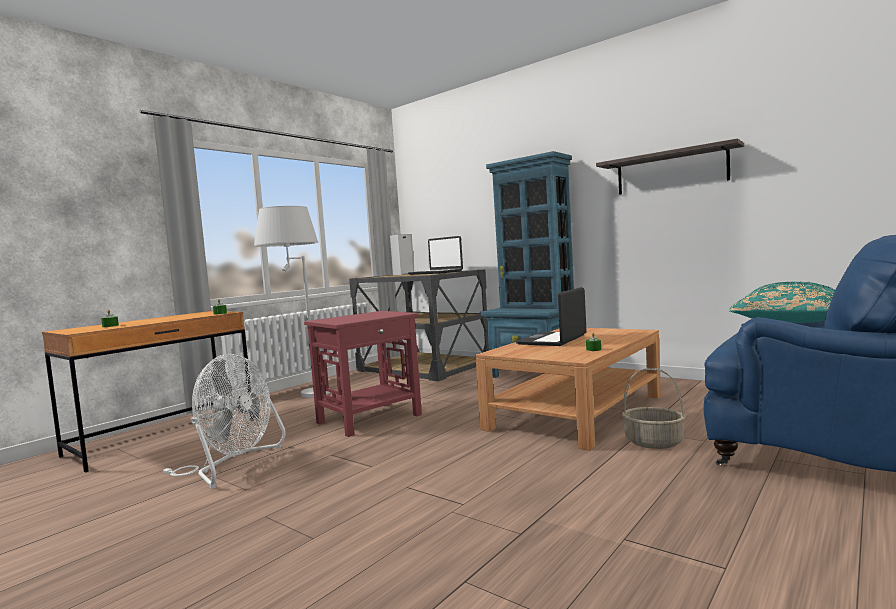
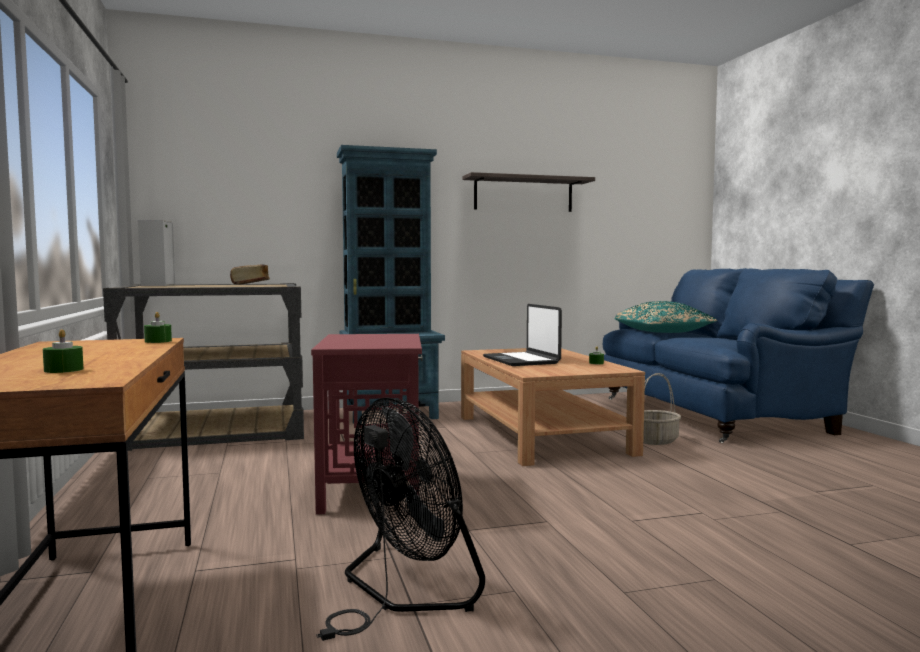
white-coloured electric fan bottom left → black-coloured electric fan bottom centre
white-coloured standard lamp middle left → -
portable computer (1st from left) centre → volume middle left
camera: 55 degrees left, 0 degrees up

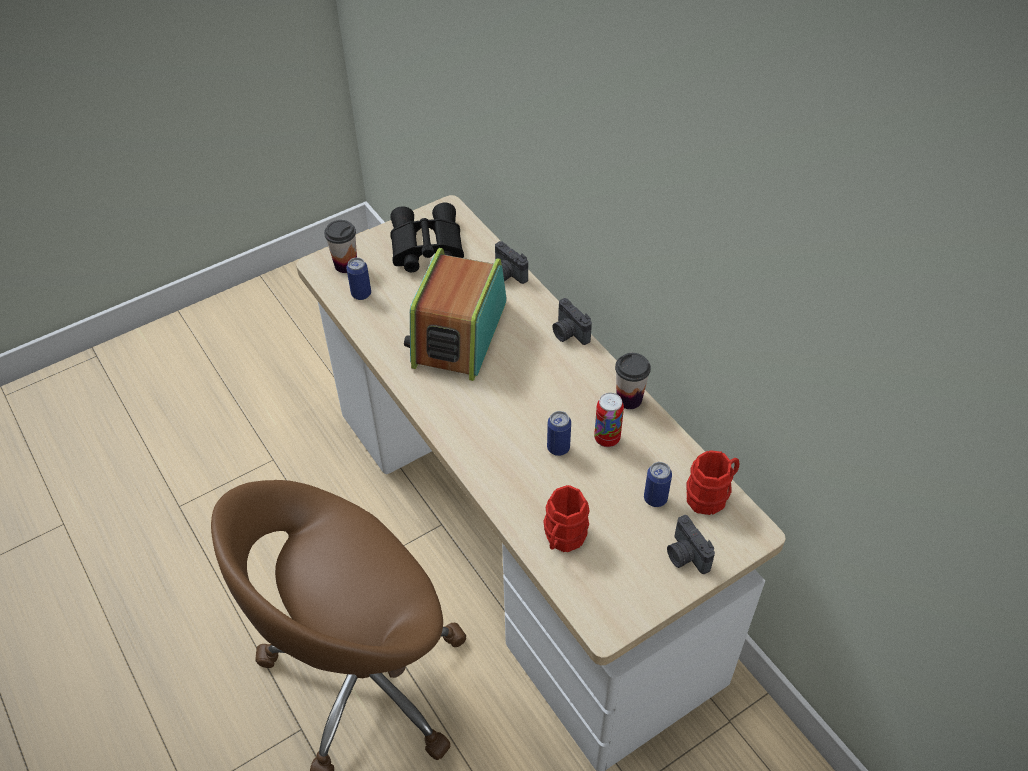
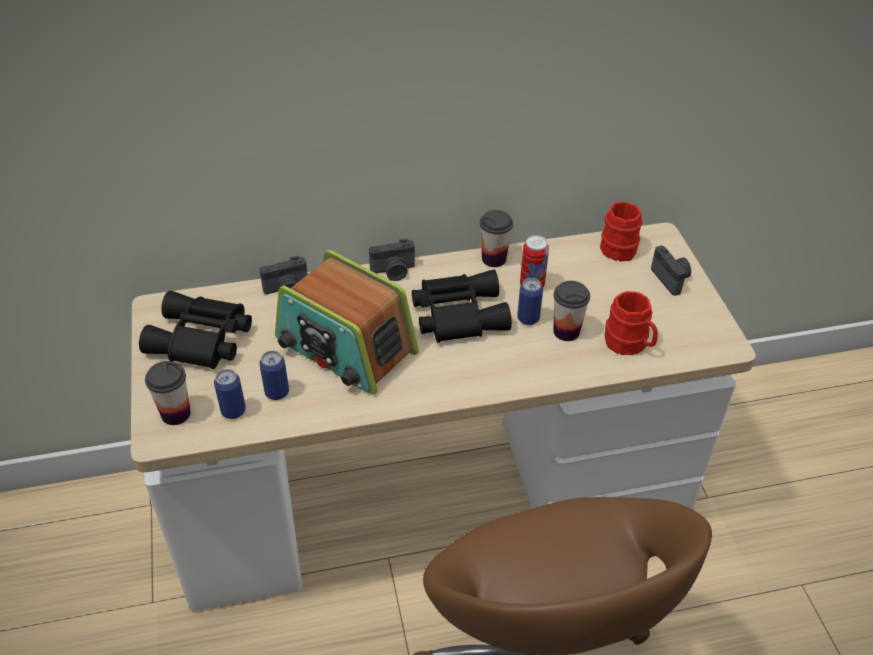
sealed can (4th from left in the first image) centre → sealed can (2nd from left) middle left, moved
still camera (3rd from left) bottom right → still camera (3rd from left) middle right, 105 degrees counterclockwise
- → black-coloured field glasses (2nd from left) centre
- → cup (3rd from left) centre
camera: 70 degrees left, 5 degrees down

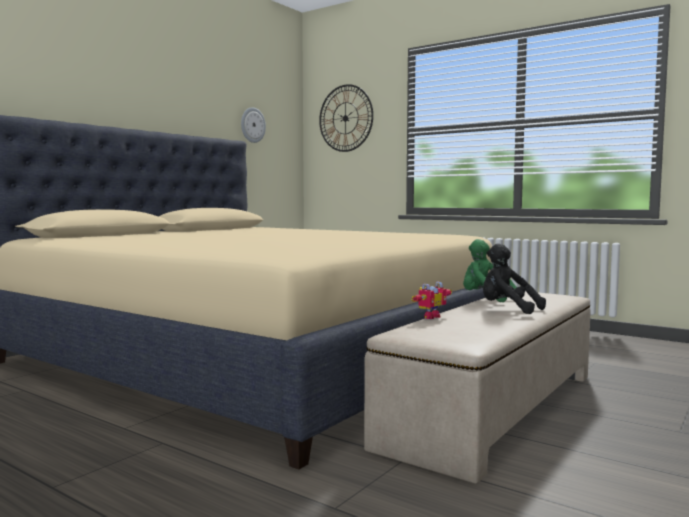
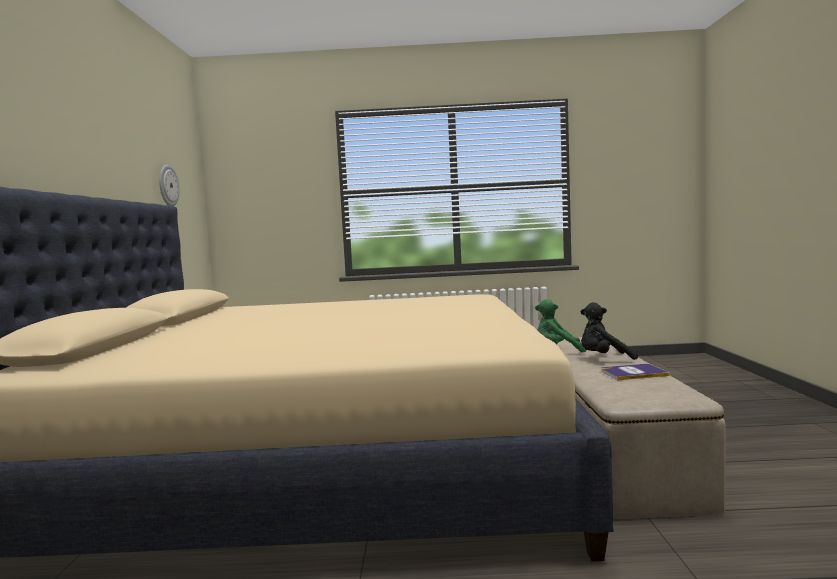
clock on the wall (2nd from left) top centre → -
model robot centre → -
- → volume middle right
camera: 35 degrees left, 0 degrees up

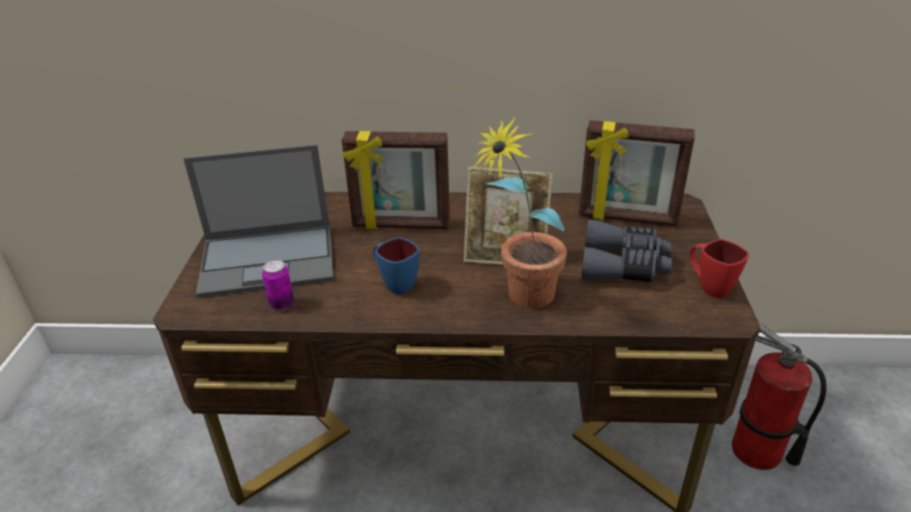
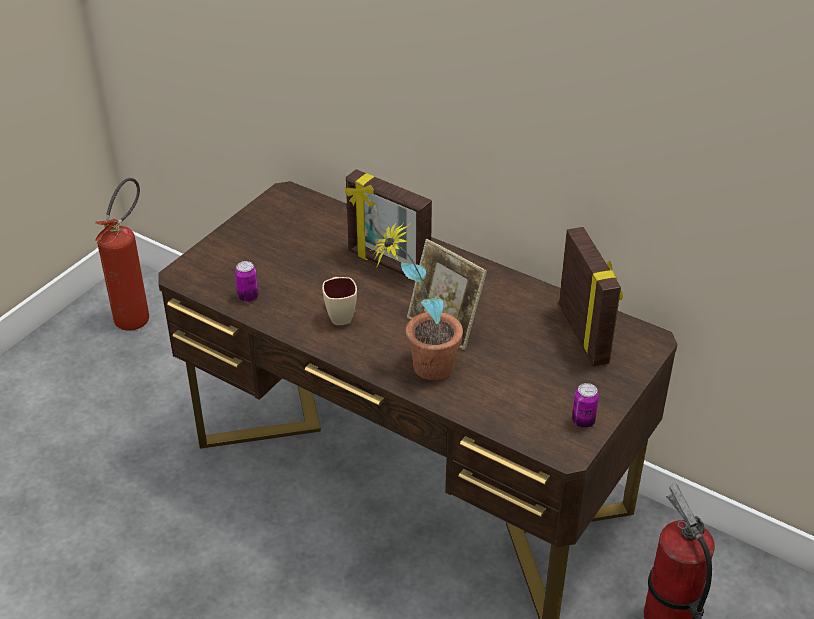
portable computer middle left → -
bluish coffee mug centre → beige-coloured coffee mug centre
picture frame (3rd from left) middle right, 150 degrees counterclockwise
grey field glasses middle right → -
red coffee mug middle right → sealed can (2nd from left) middle right
- → extinguisher (1st from left) middle left
camera: 30 degrees right, 5 degrees up

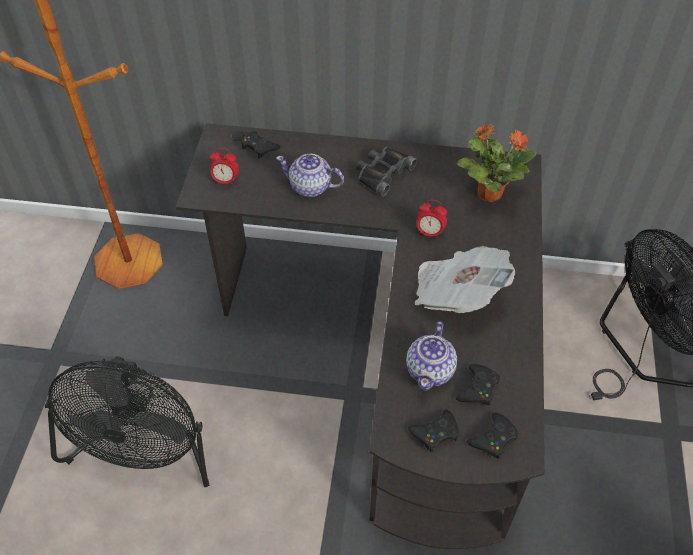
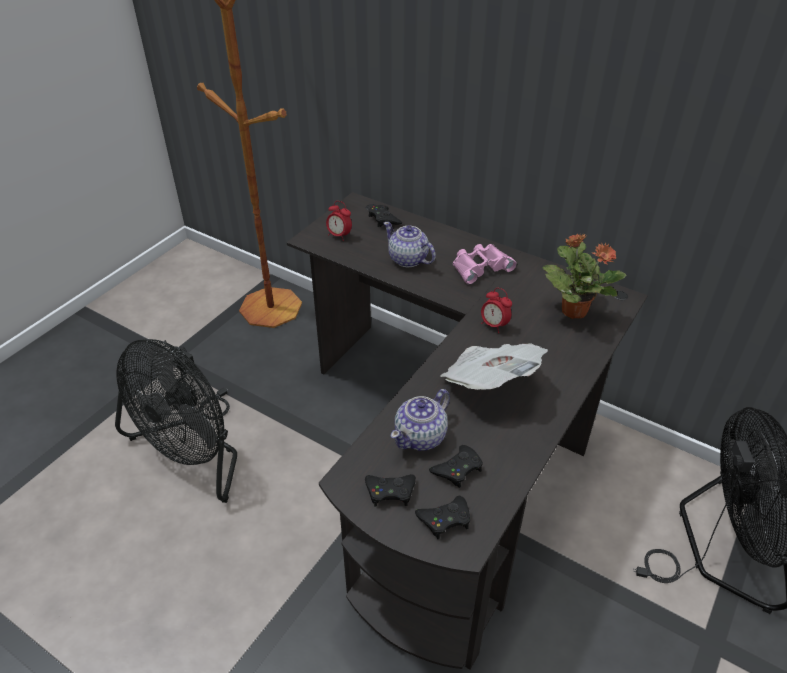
black-coloured field glasses top centre → pink field glasses centre
camera: 25 degrees right, 10 degrees down

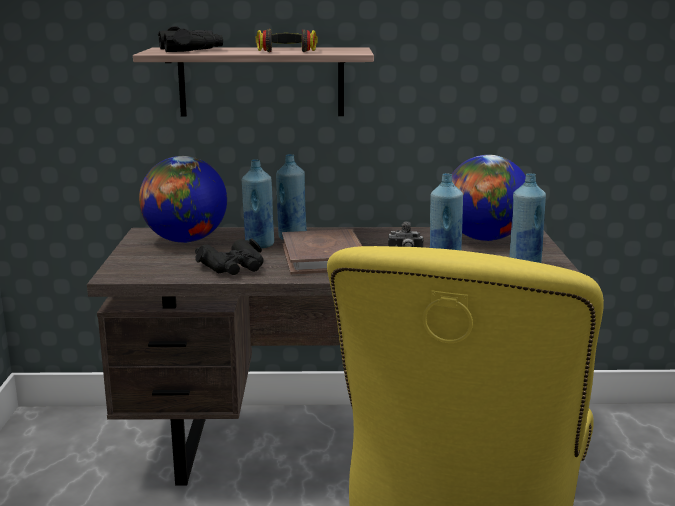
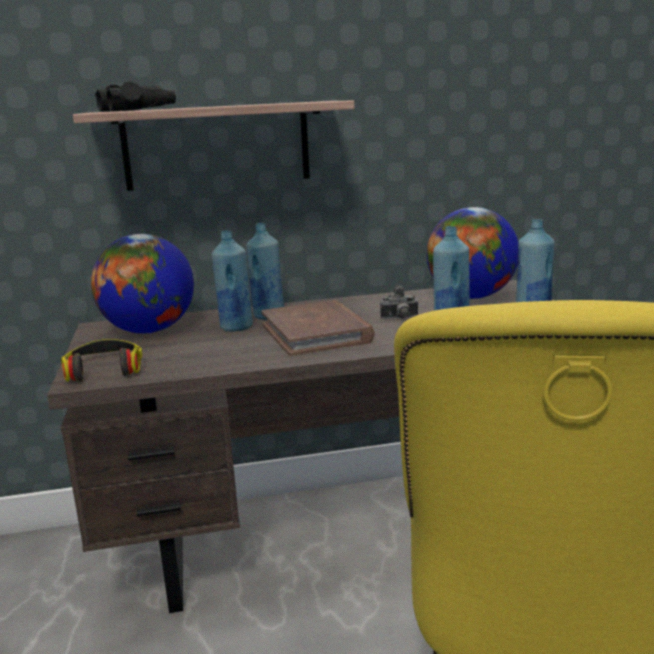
black-coloured field glasses (2nd from left) centre → -
headset top centre → headset middle left, moved
camera: 10 degrees left, 0 degrees up

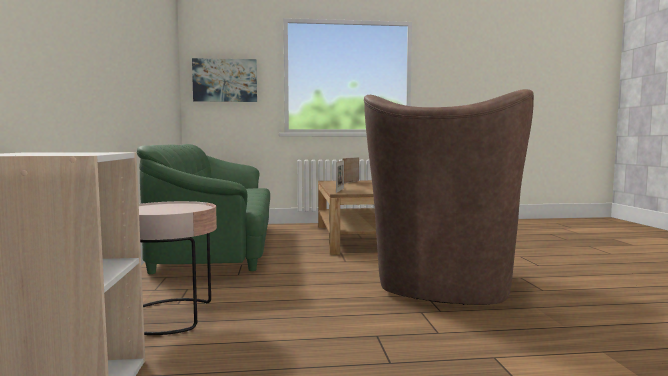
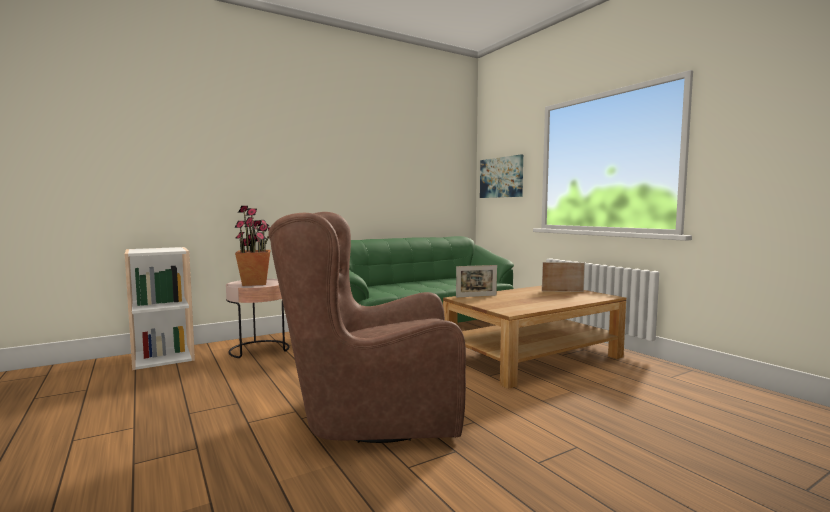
- → houseplant middle left
camera: 65 degrees right, 0 degrees up

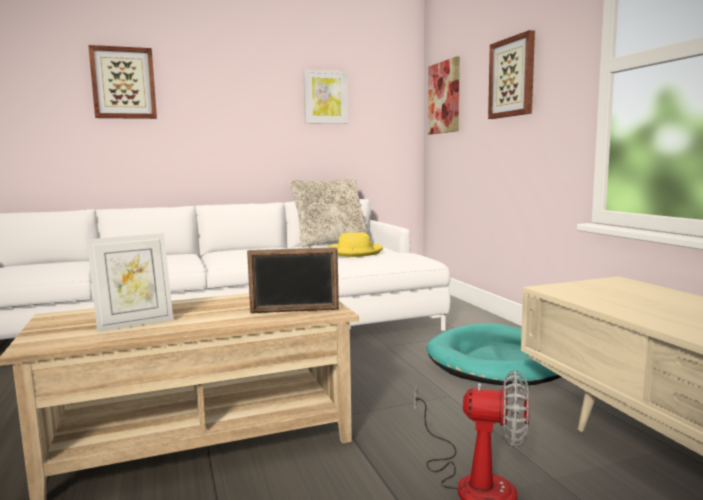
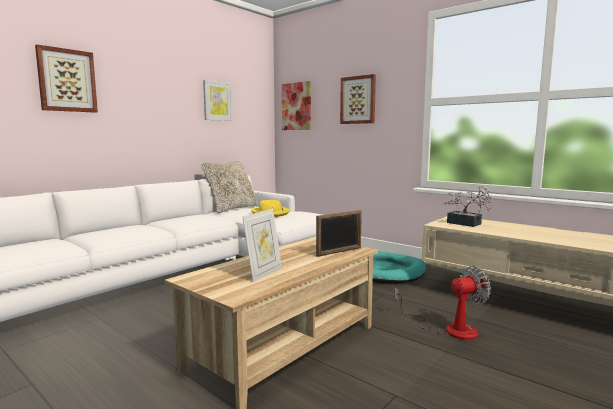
- → houseplant middle right
camera: 30 degrees left, 0 degrees up

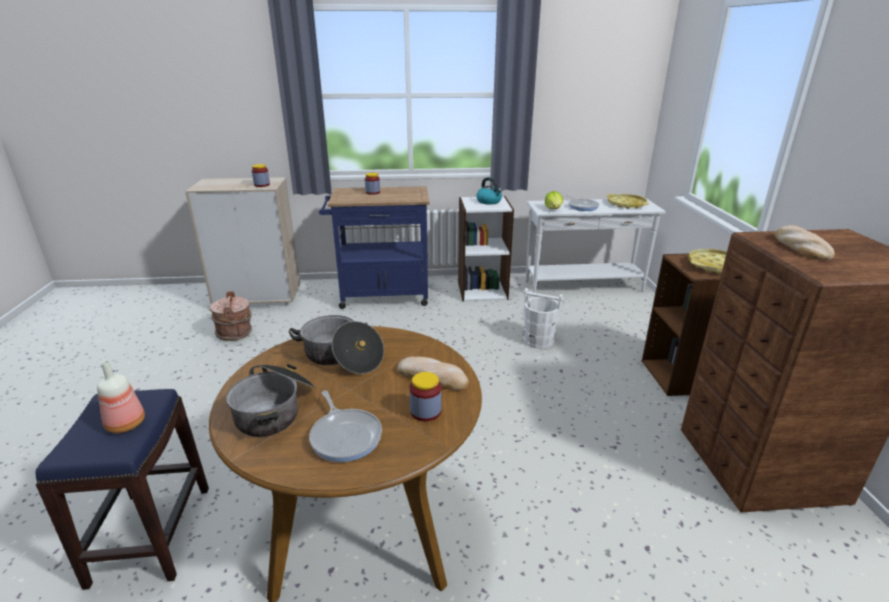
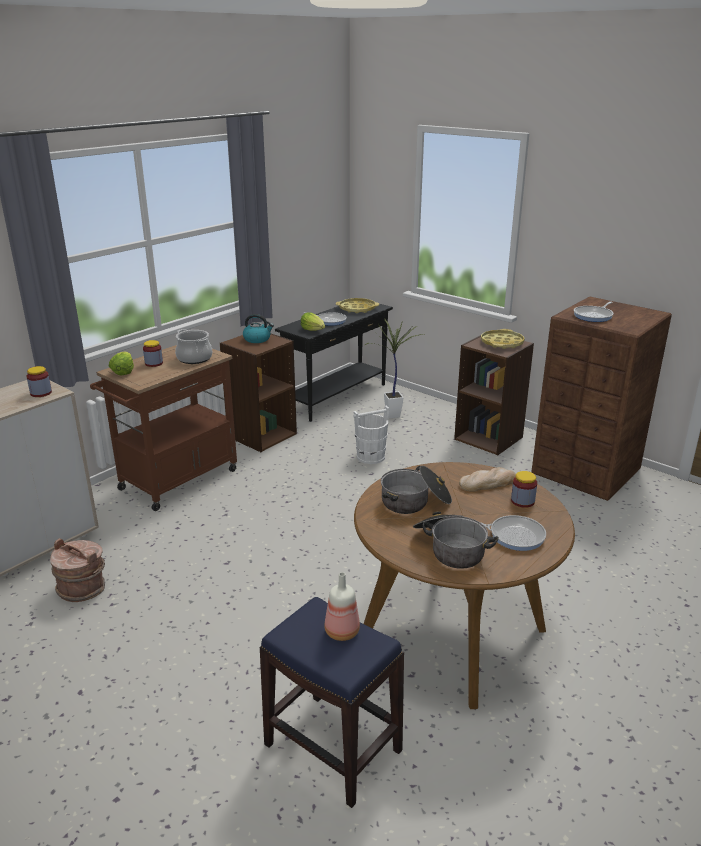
bluish cart centre → brown cart middle left
white-coloured bookcase centre → brown bookcase (1st from left) centre
white-coloured console table middle right → black-coloured console table centre
baked bread (2nd from left) middle right → frying pan (3rd from left) middle right
- → lettuce (1st from left) middle left
- → saucepot (1st from left) middle left
- → houseplant centre
camera: 45 degrees left, 0 degrees up

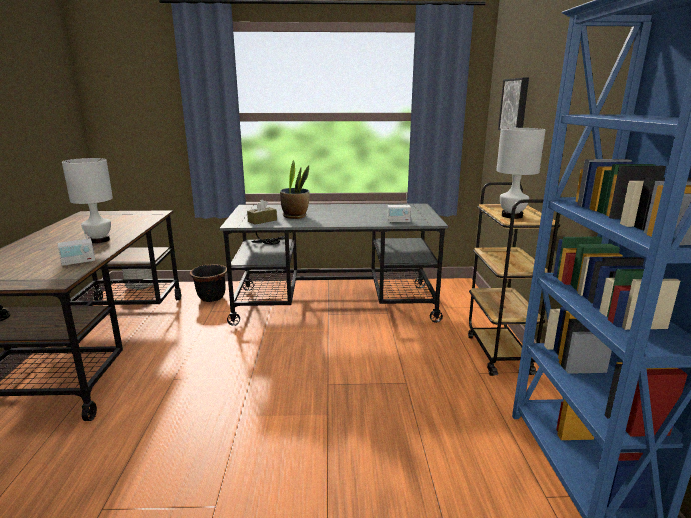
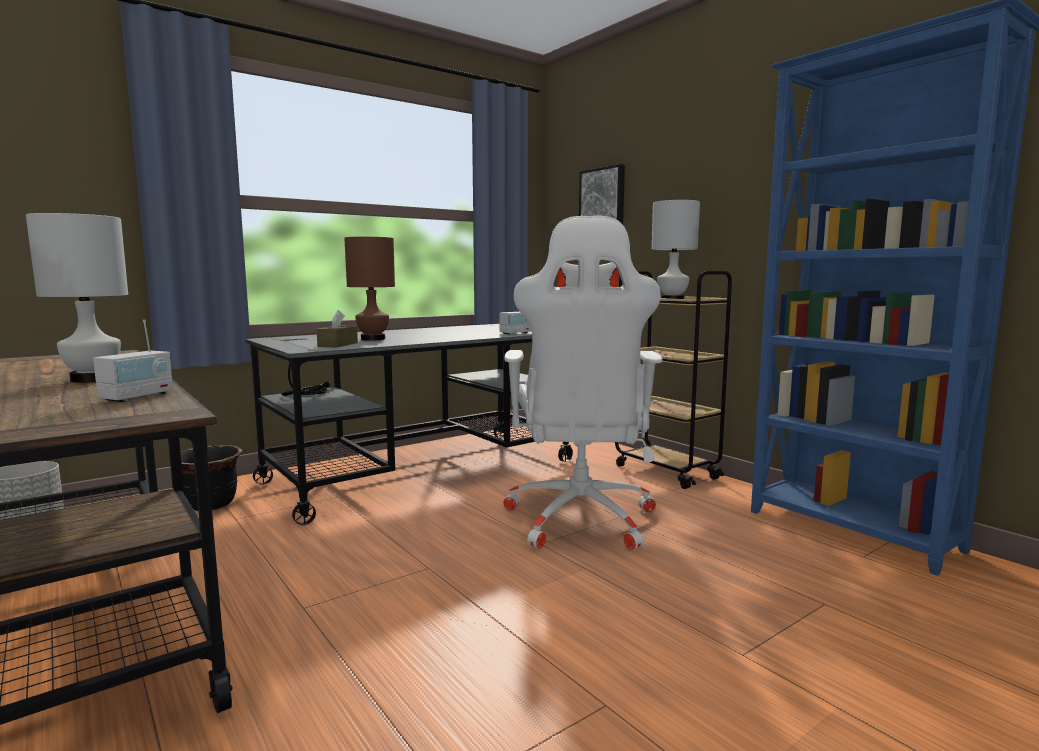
houseplant centre → brown lamp for a table centre
- → white-coloured desk chair centre
camera: 35 degrees left, 10 degrees down

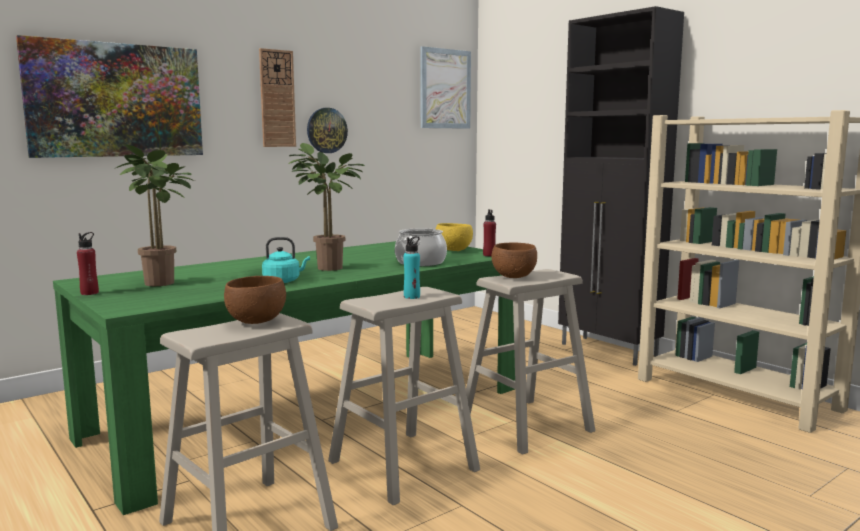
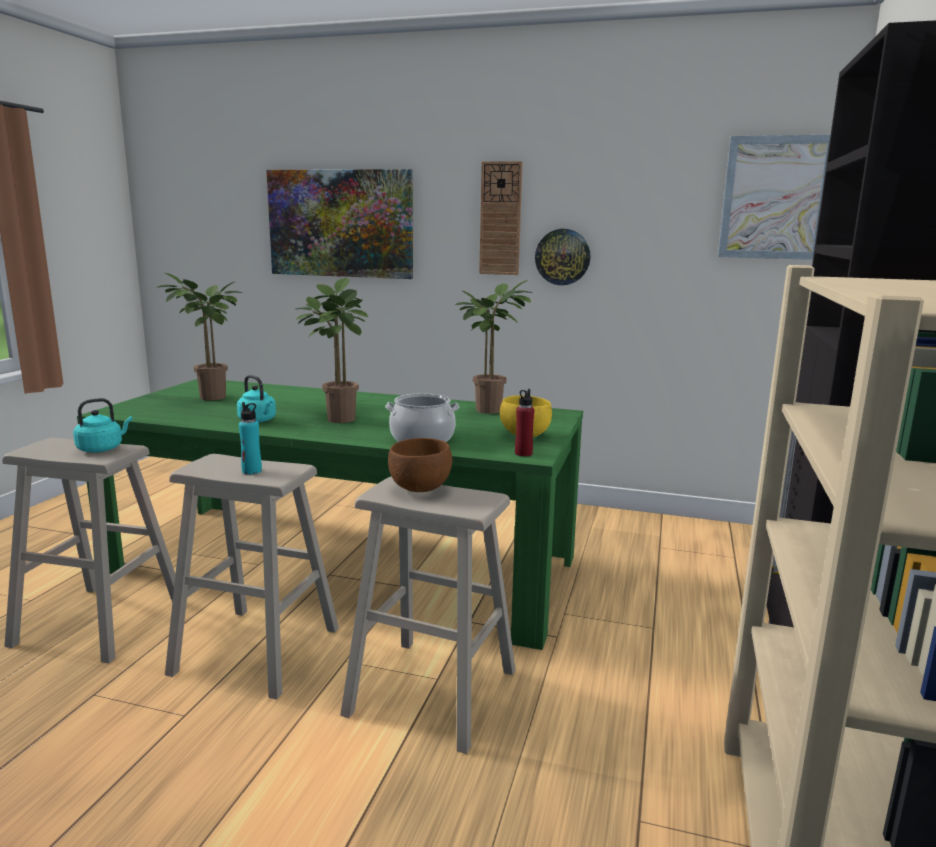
red beverage bottle (1st from left) middle left → -
brown deep dish (1st from left) middle left → turquoise kettle (1st from left) middle left
- → houseplant (3rd from left) centre
camera: 55 degrees right, 5 degrees up

